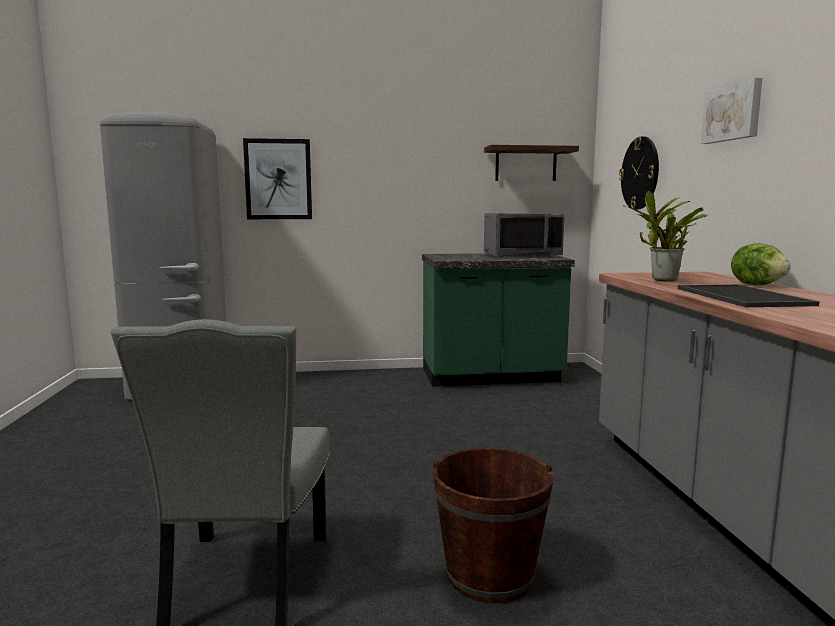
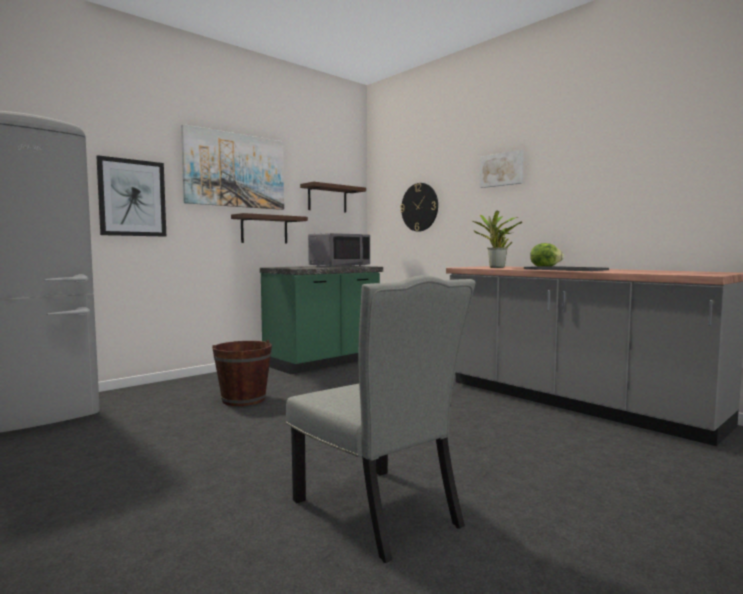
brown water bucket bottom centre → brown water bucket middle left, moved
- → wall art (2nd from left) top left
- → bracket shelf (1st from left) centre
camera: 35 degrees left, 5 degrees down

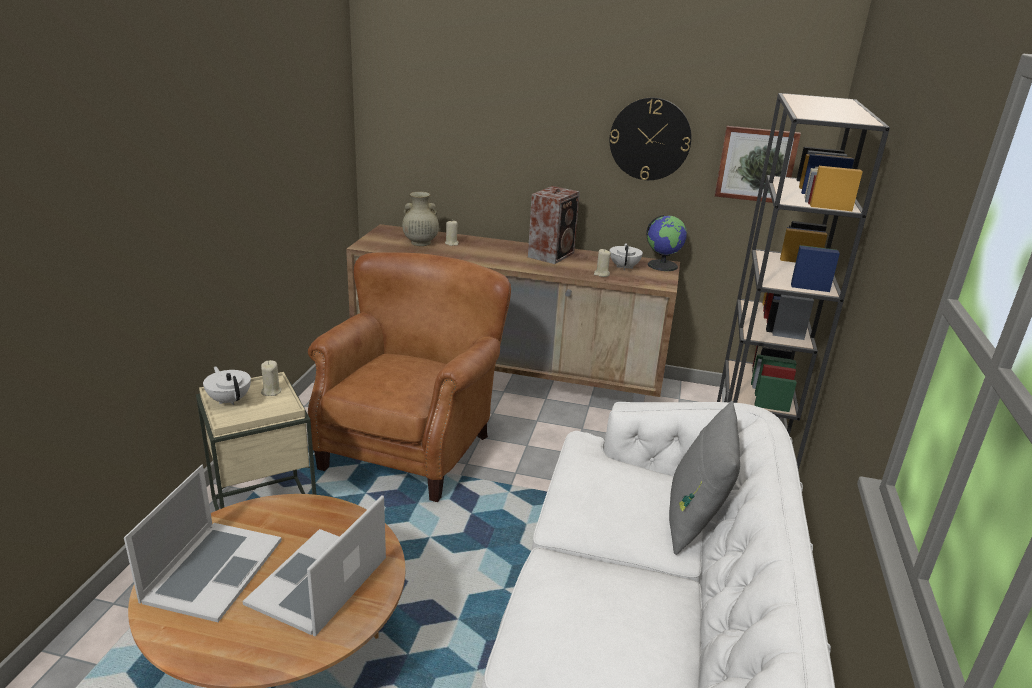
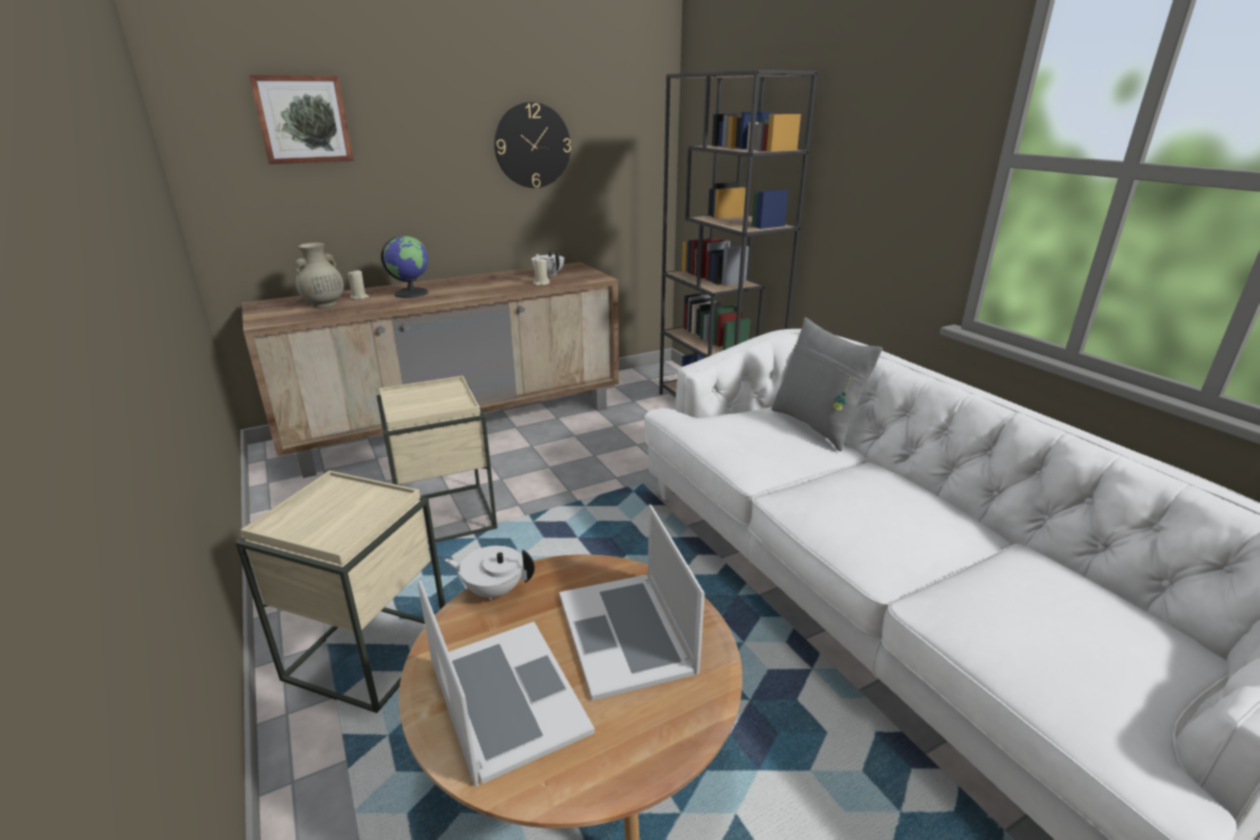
white-coloured teapot (1st from left) middle left → white-coloured teapot (1st from left) bottom centre, moved
beige-coloured wax light (1st from left) middle left → -
brown easy chair centre → beige-coloured end table (2nd from left) centre
audio speaker top centre → -
desk globe centre → desk globe top left, moved
wall art top right → wall art top left, moved
camera: 40 degrees left, 0 degrees up

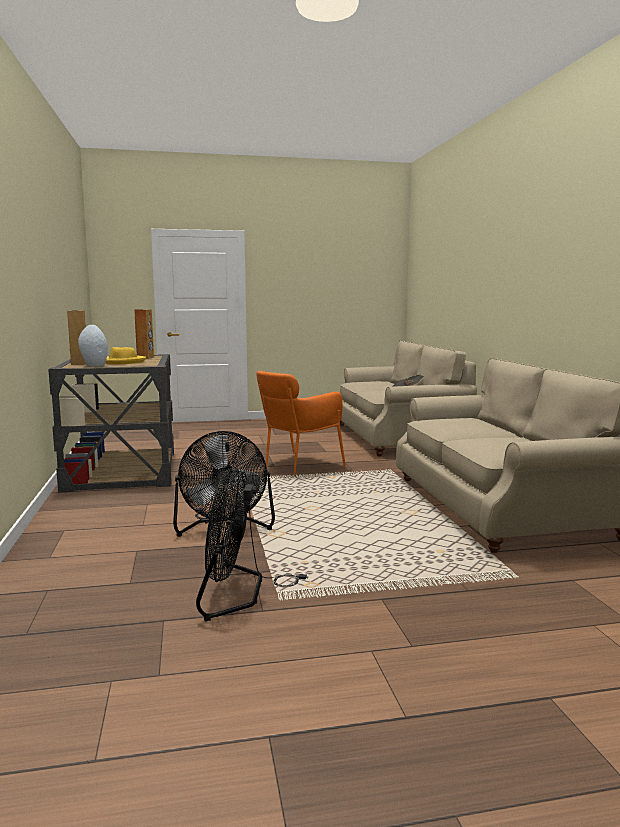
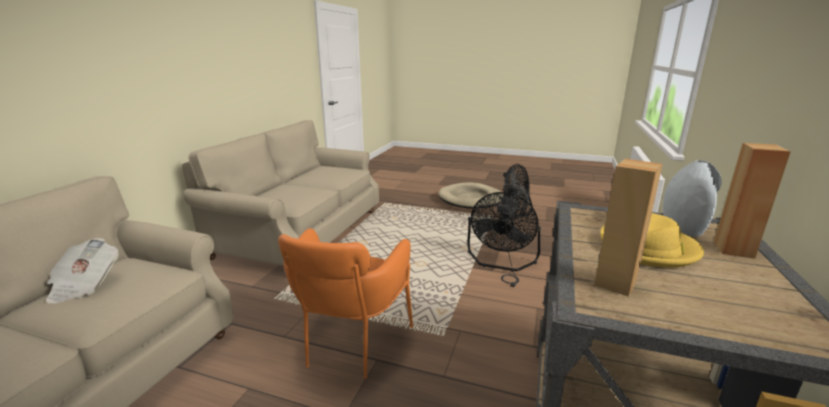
orange-coloured easy chair centre → orange-coloured easy chair bottom centre, 120 degrees clockwise
- → beige-coloured dog bed centre
camera: 150 degrees left, 10 degrees up

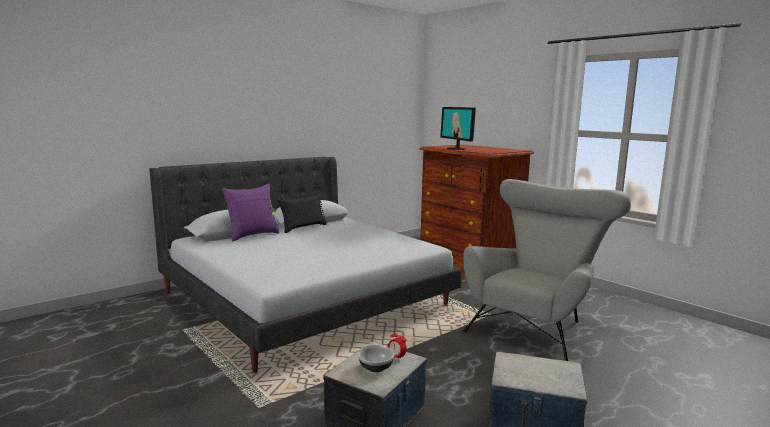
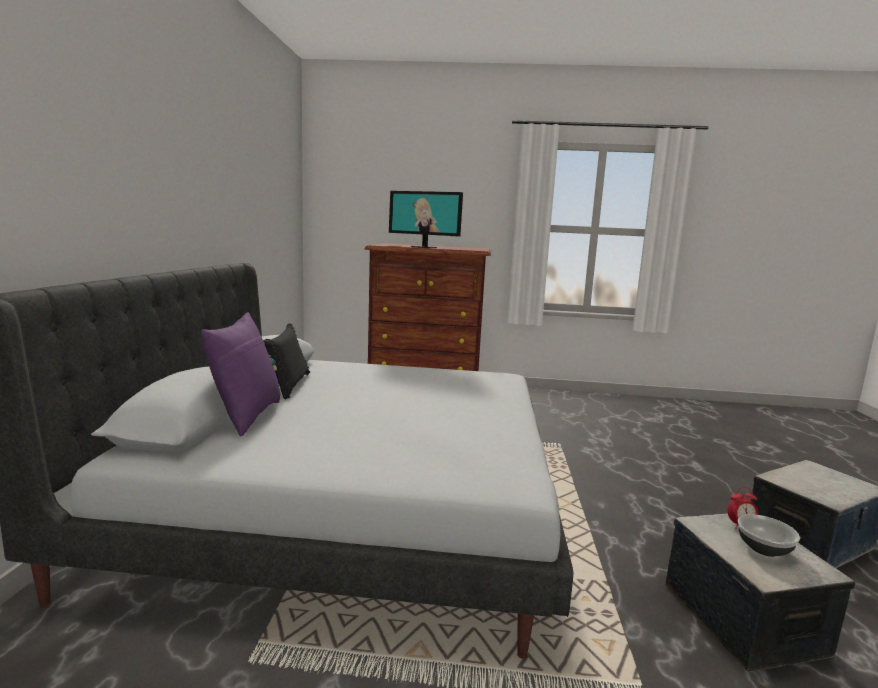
grey easy chair middle right → -
camera: 45 degrees left, 0 degrees up

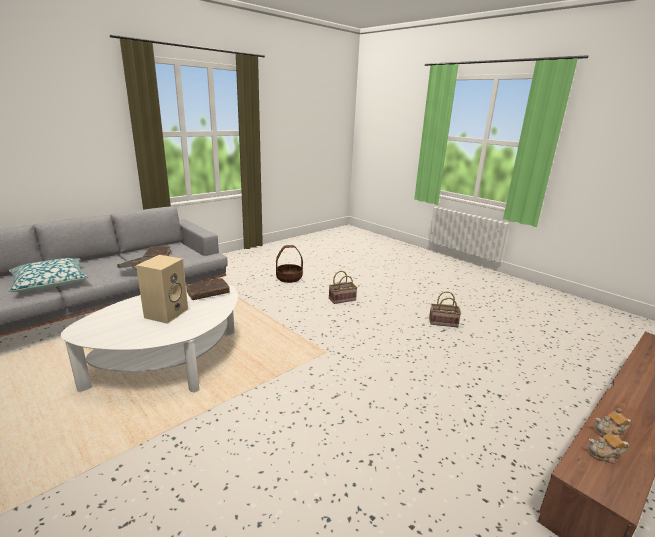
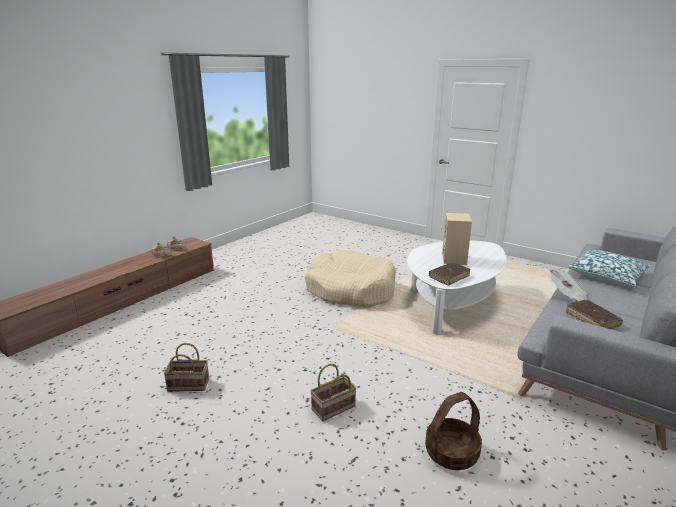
- → beige-coloured dog bed centre
camera: 170 degrees right, 0 degrees up

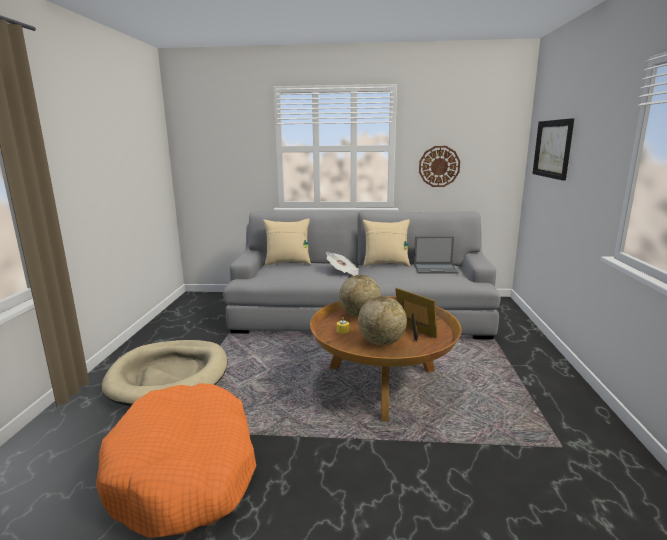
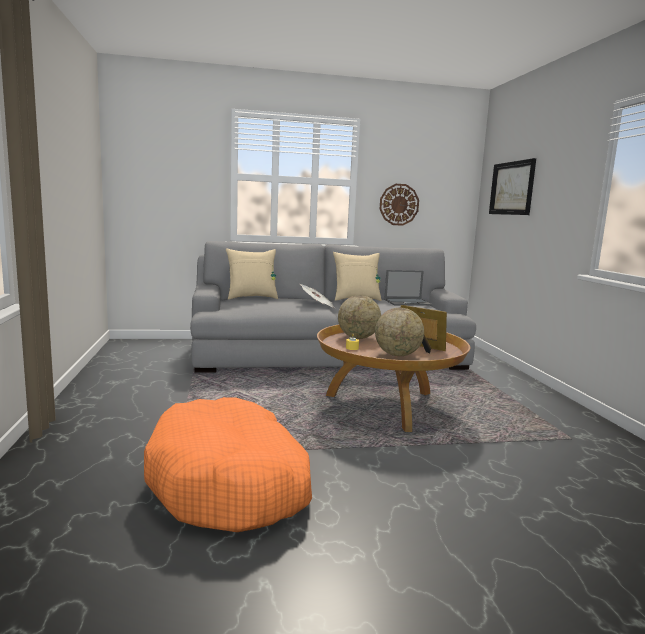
beige-coloured dog bed bottom left → -
camera: 15 degrees left, 5 degrees down

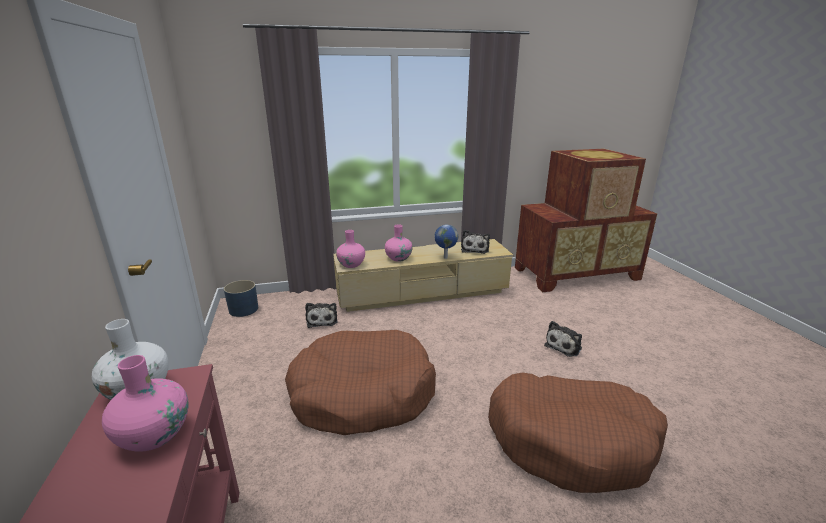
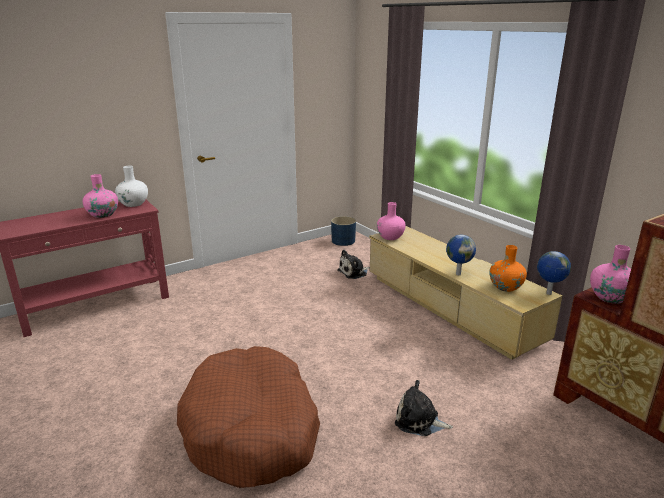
brown dog bed (1st from left) bottom centre → -
pink flower vase (3rd from left) centre → pink flower vase (3rd from left) middle right, moved
cuddly toy (2nd from left) centre → orange-coloured flower vase middle right
- → desk globe (2nd from left) middle right
camera: 70 degrees right, 0 degrees up

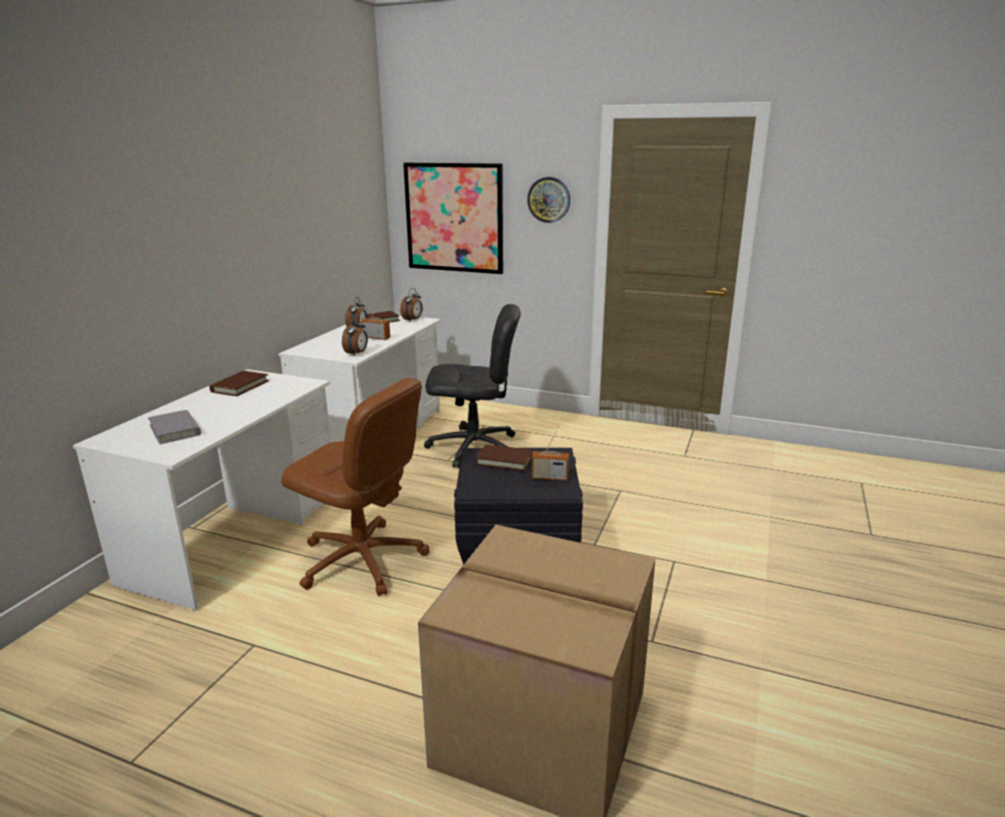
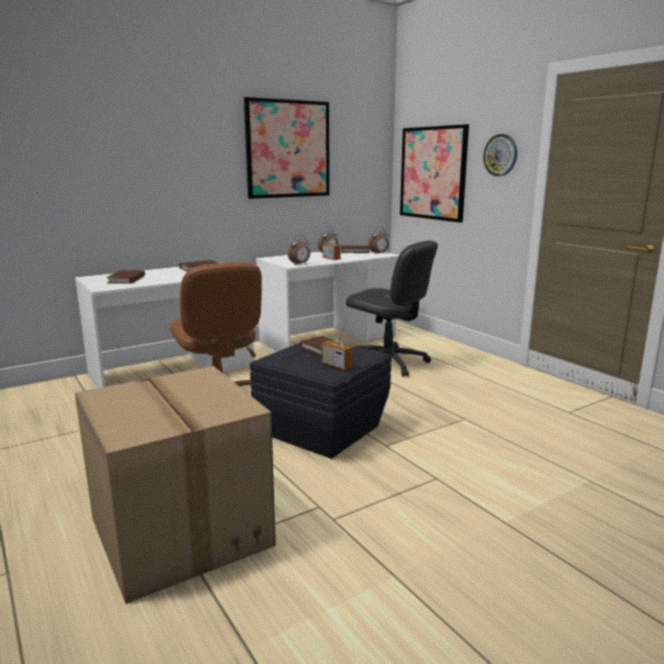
grey volume middle left → brown volume (1st from left) middle left
- → wall art (1st from left) top centre
camera: 35 degrees right, 5 degrees down

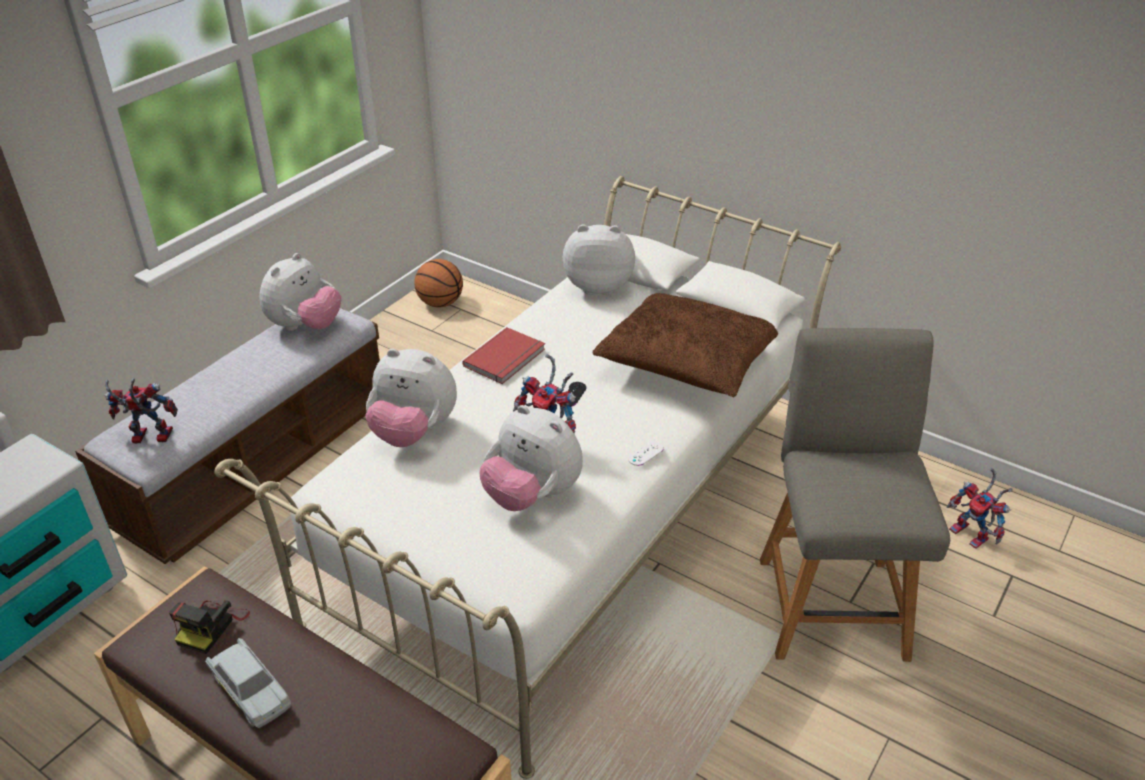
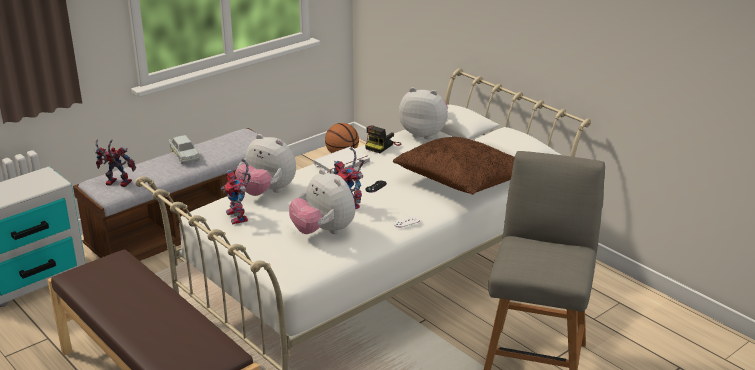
still camera bottom left → still camera centre, moved
white-coloured model car bottom left → white-coloured model car middle left, moved
cuddly toy (1st from left) middle left → -
red volume centre → white-coloured volume centre
model robot (3rd from left in the first image) middle right → model robot (2nd from left) middle left, moved
camera: 15 degrees right, 10 degrees down

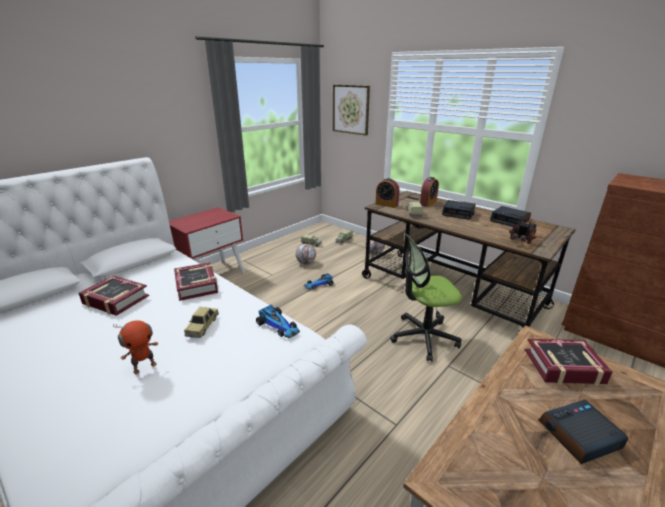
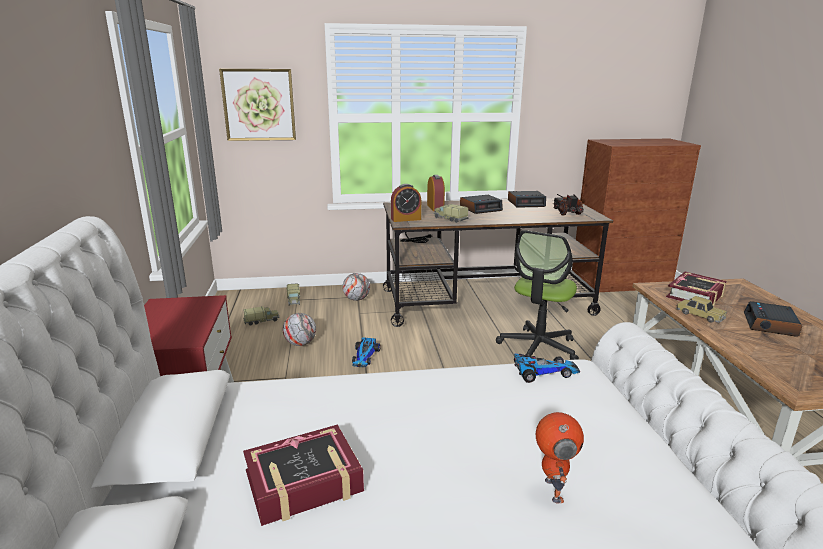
volume (2nd from left) middle left → -
model car (1st from left in the first image) middle left → model car (3rd from left) middle right, moved
camera: 50 degrees left, 5 degrees down

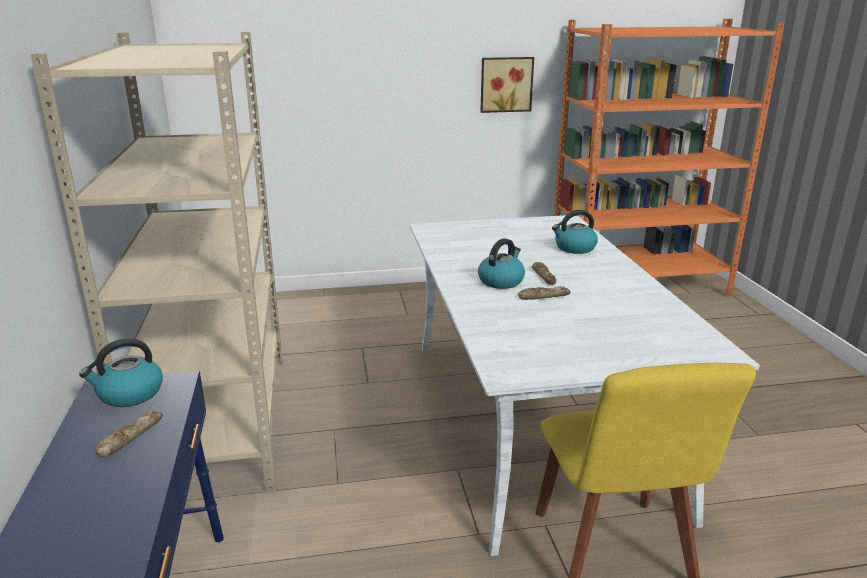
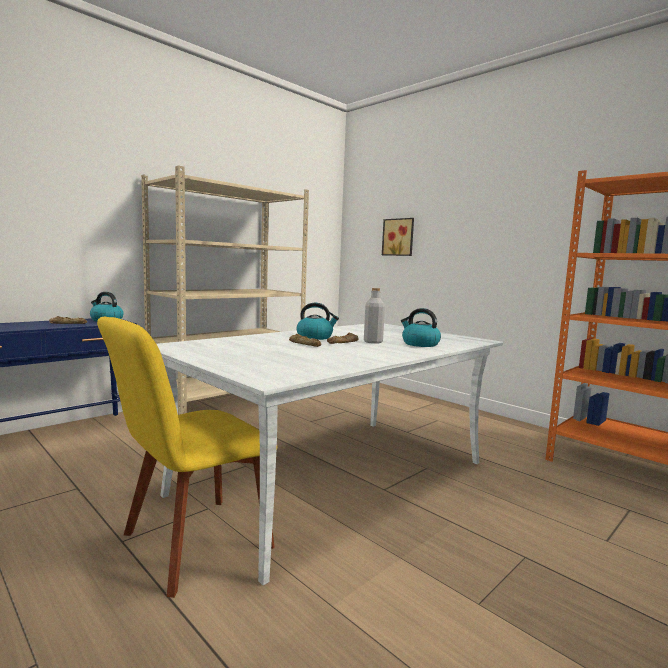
wall art top centre → wall art centre, moved
- → grey beverage bottle centre
camera: 55 degrees right, 15 degrees down

